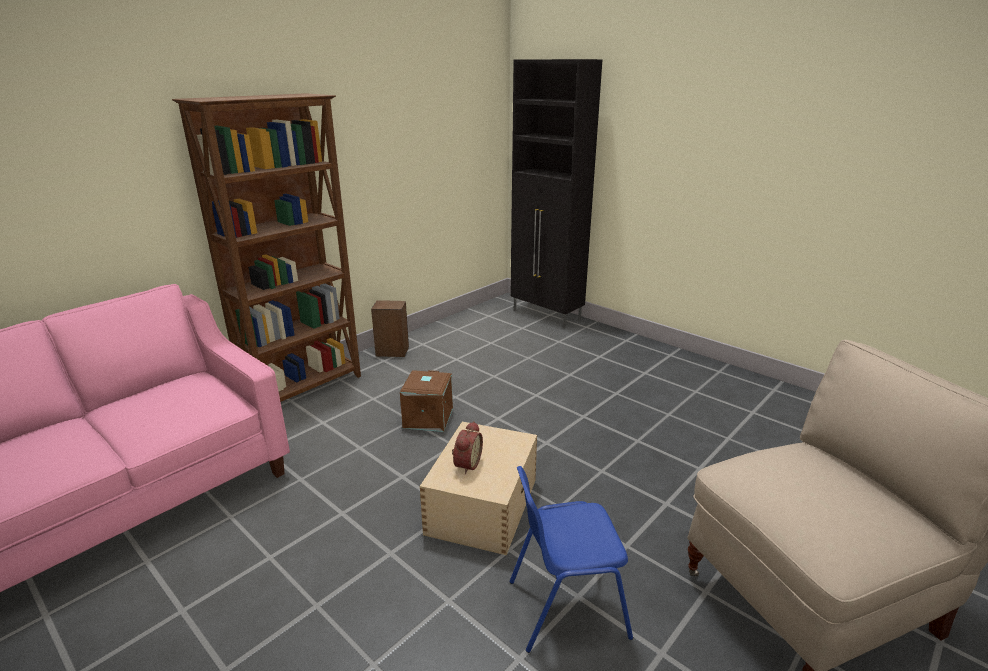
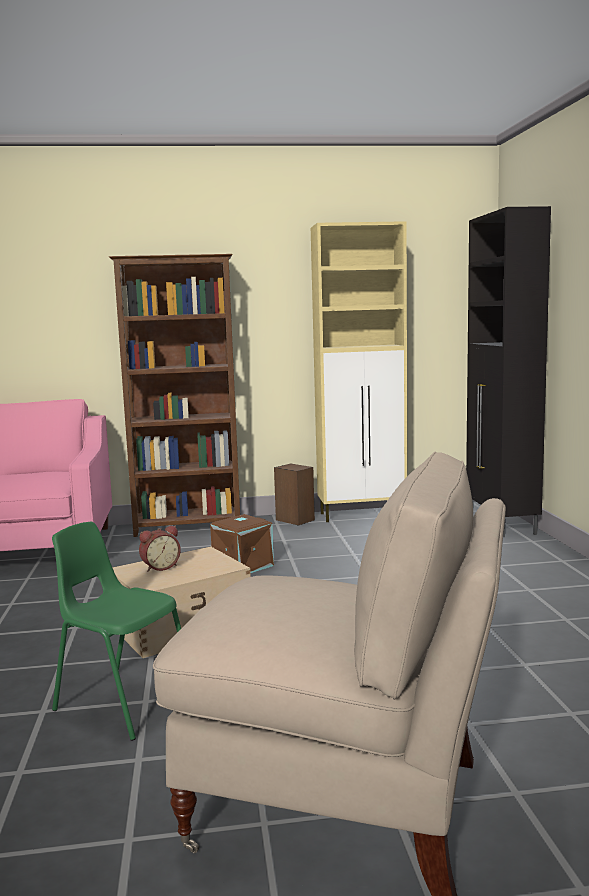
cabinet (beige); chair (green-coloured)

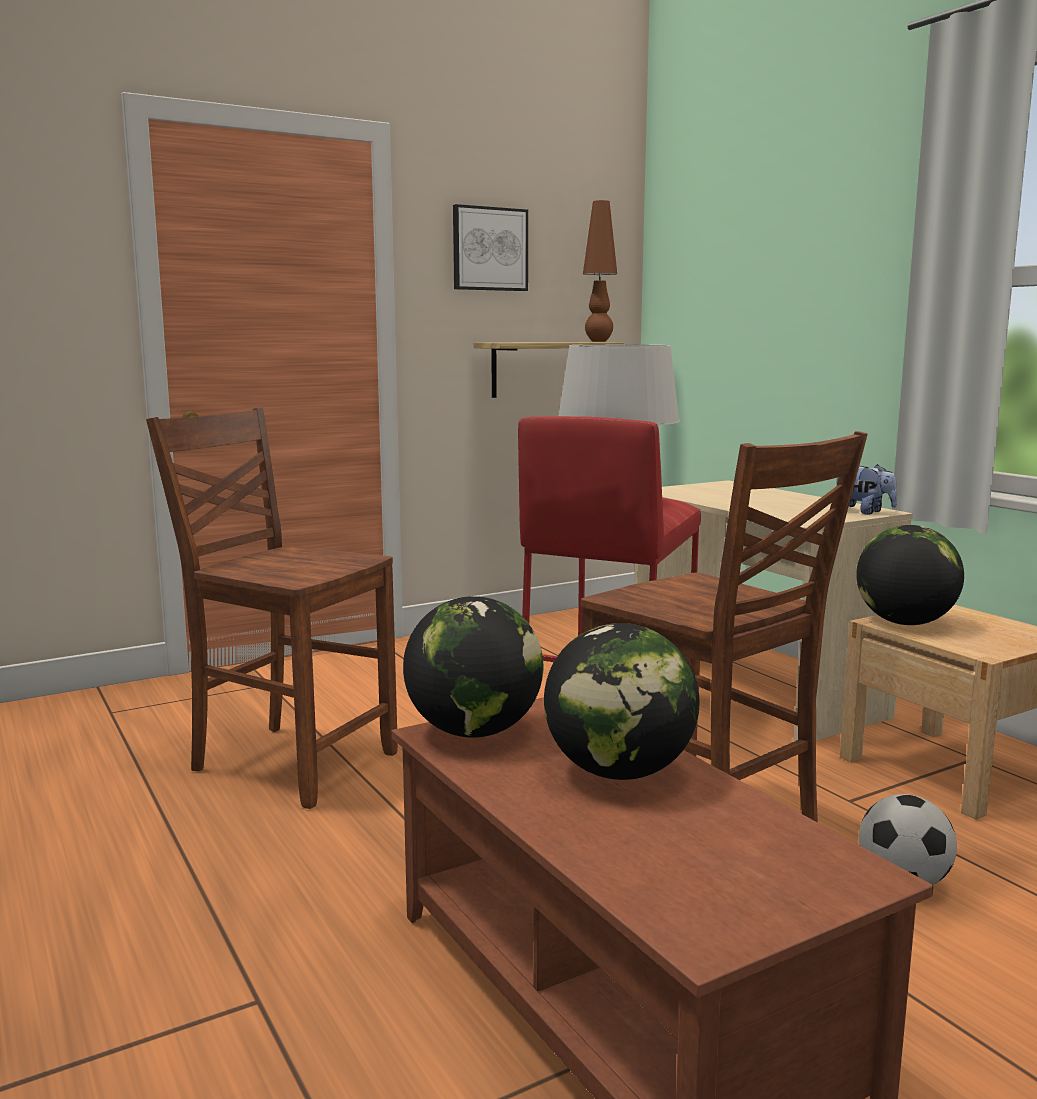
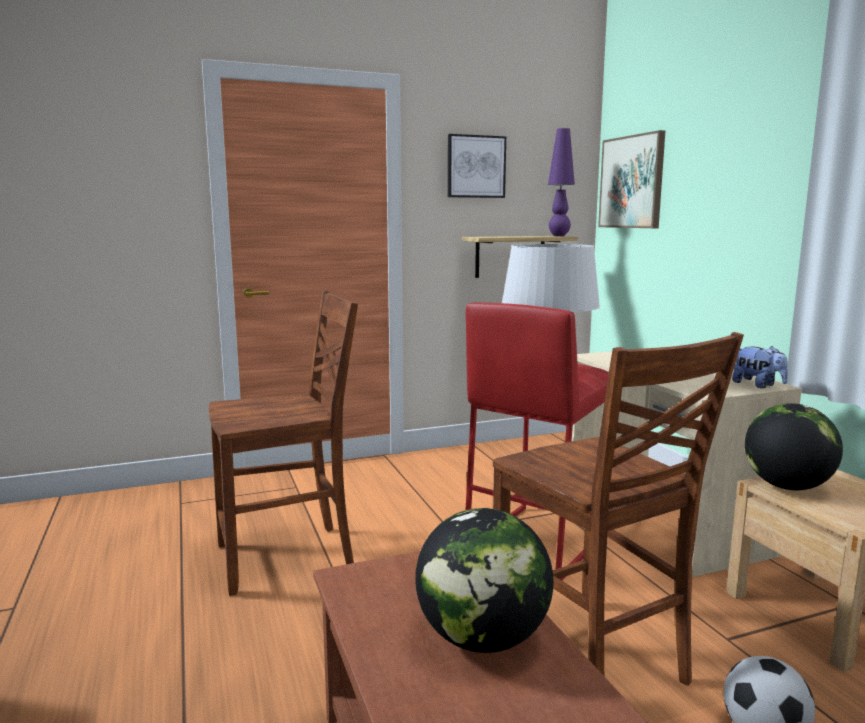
world globe (1st from left in the first image); picture (2nd from left); tabletop lamp (purple); chair (brown) (1st from left)

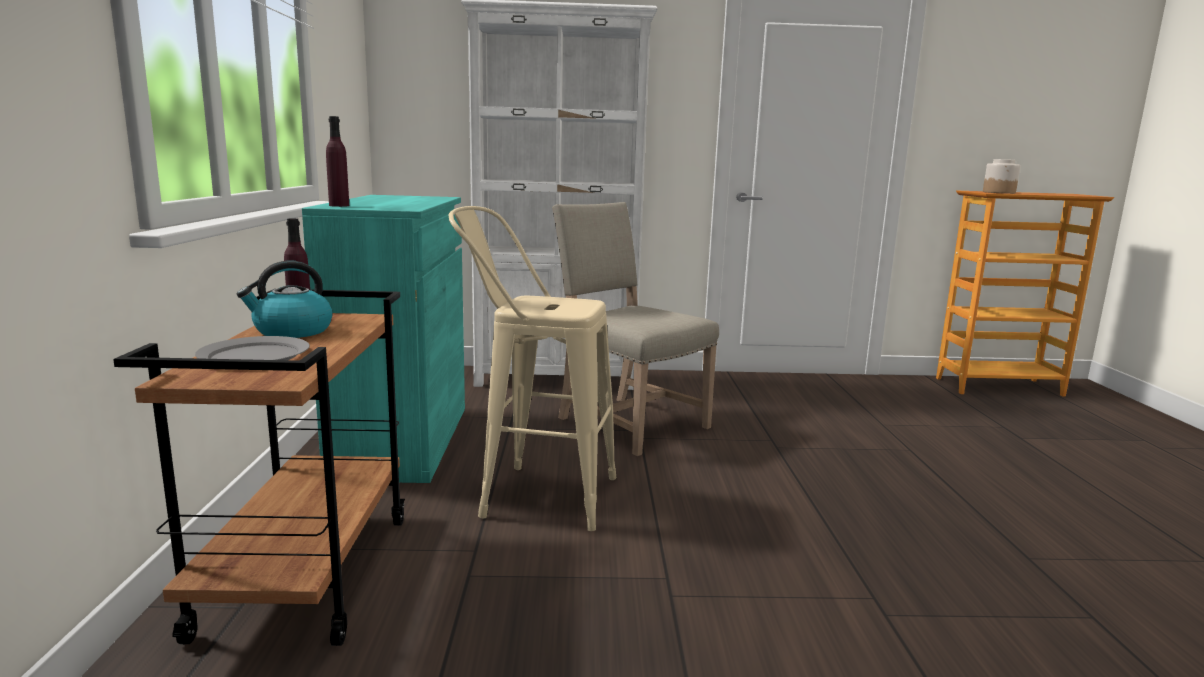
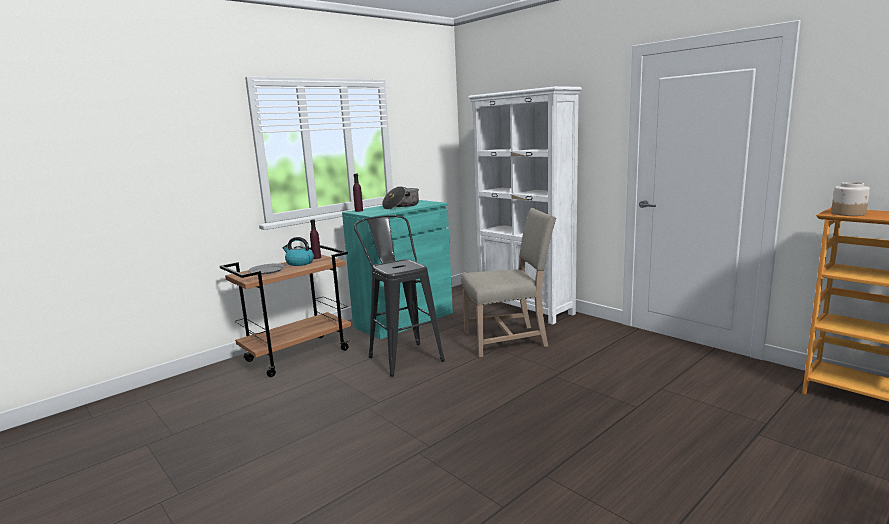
stockpot; sitting stool (blackish); chair (beige)

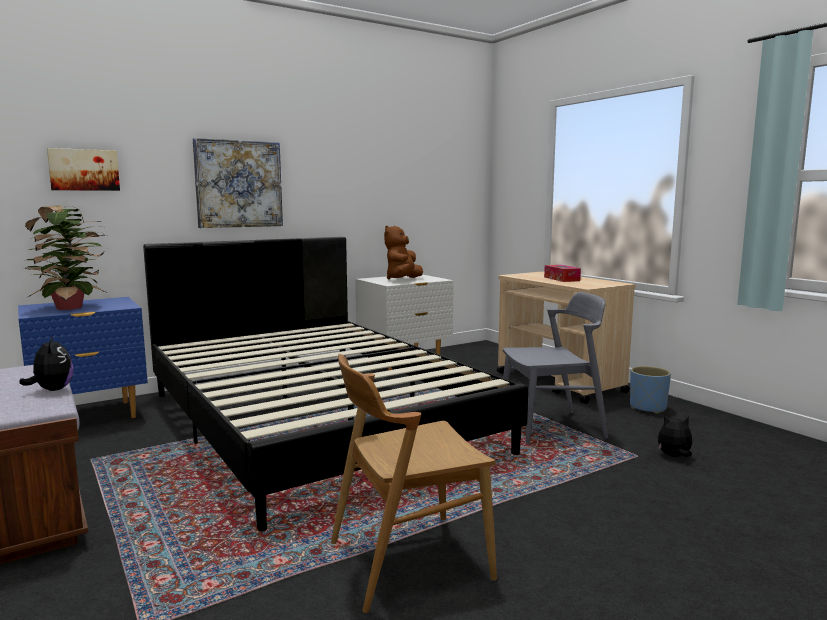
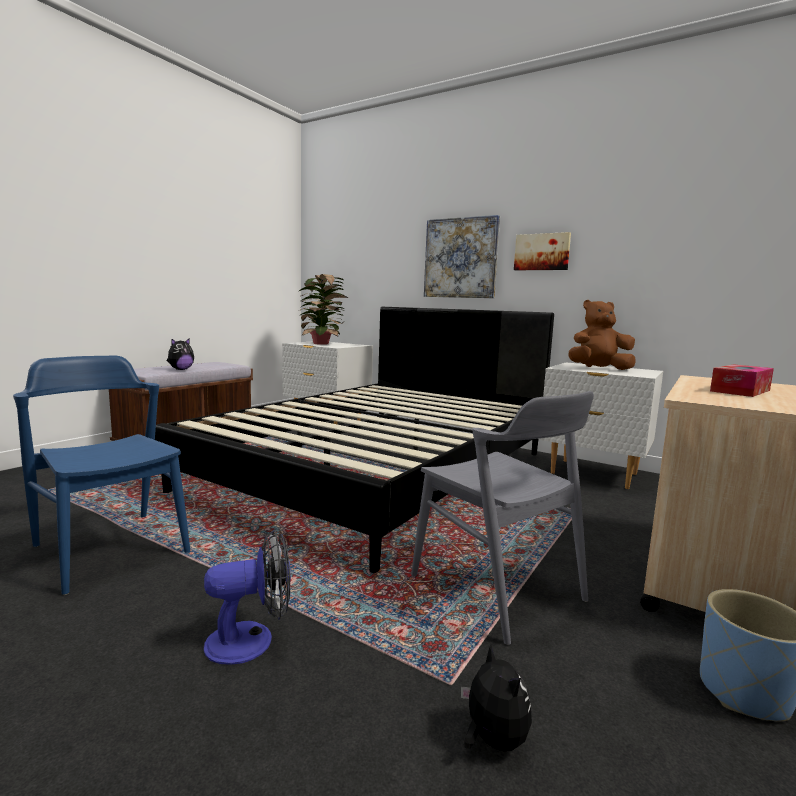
fan; picture (2nd from left); night table (whitish) (1st from left); chair (blue)

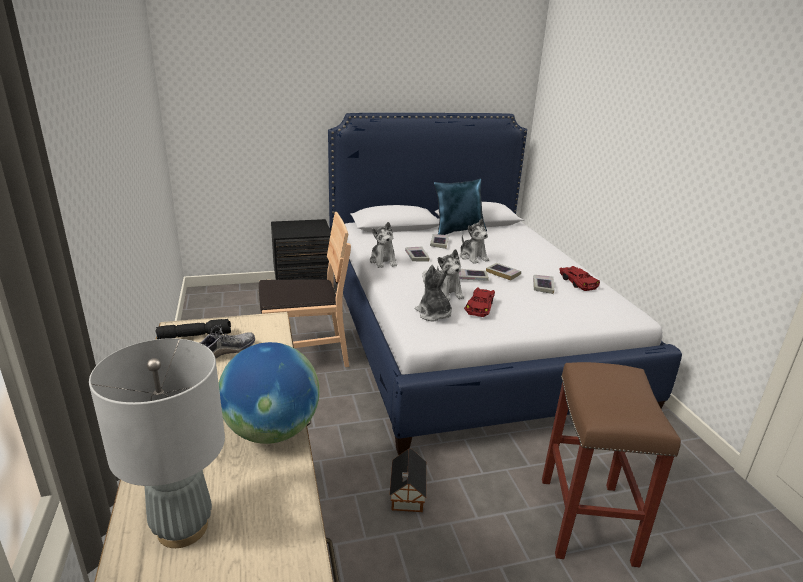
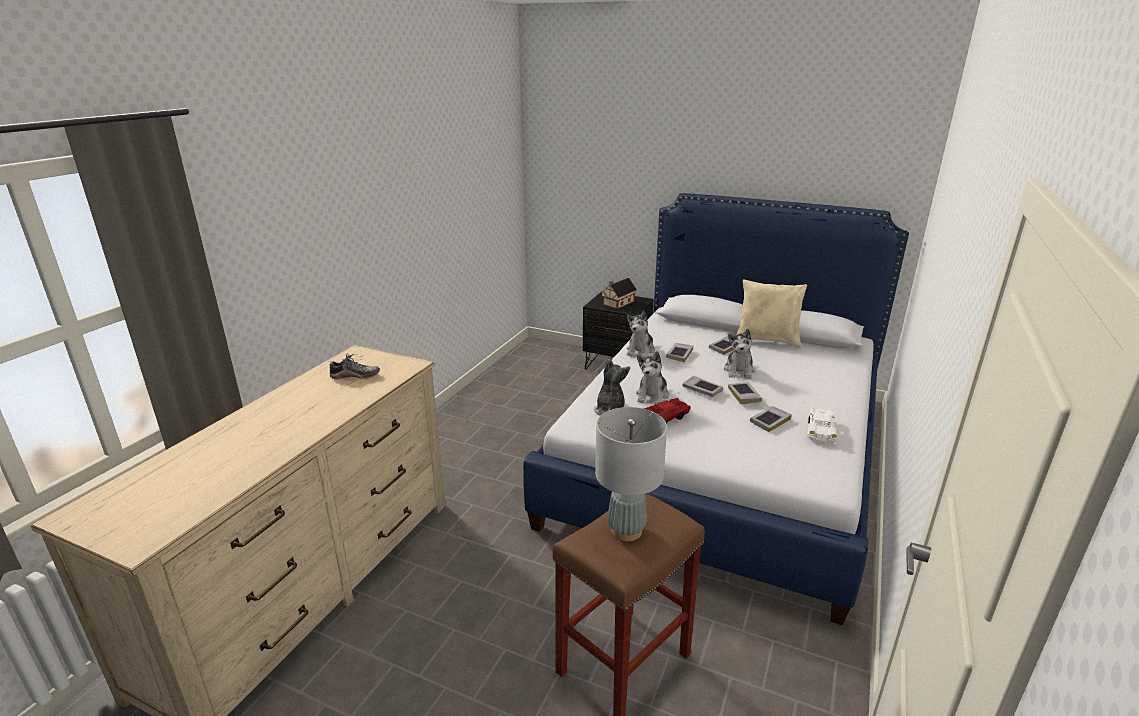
hand torch (blackish); world globe; chair (brown); tabletop lamp (grey); model house; throw pillow (beige); toy car (whitish)

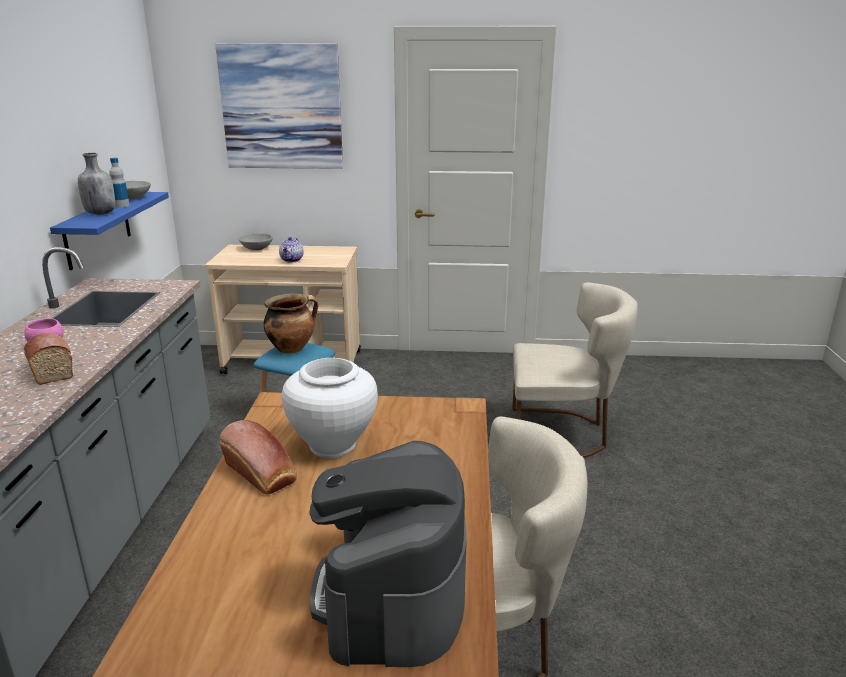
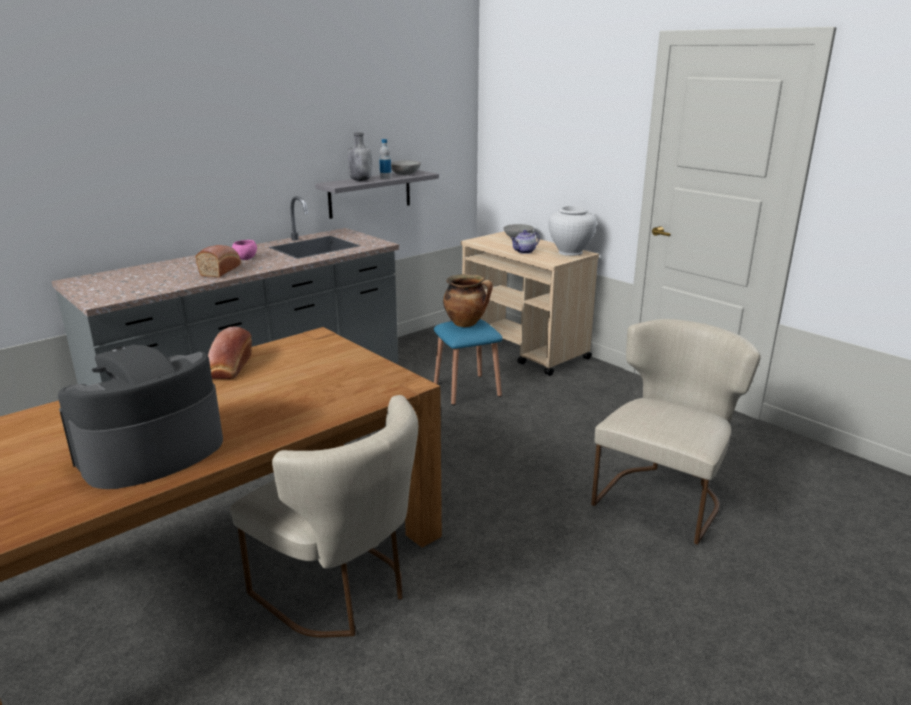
picture; flower vase (whitish); wall shelf (grey); chair (beige) (2nd from left)

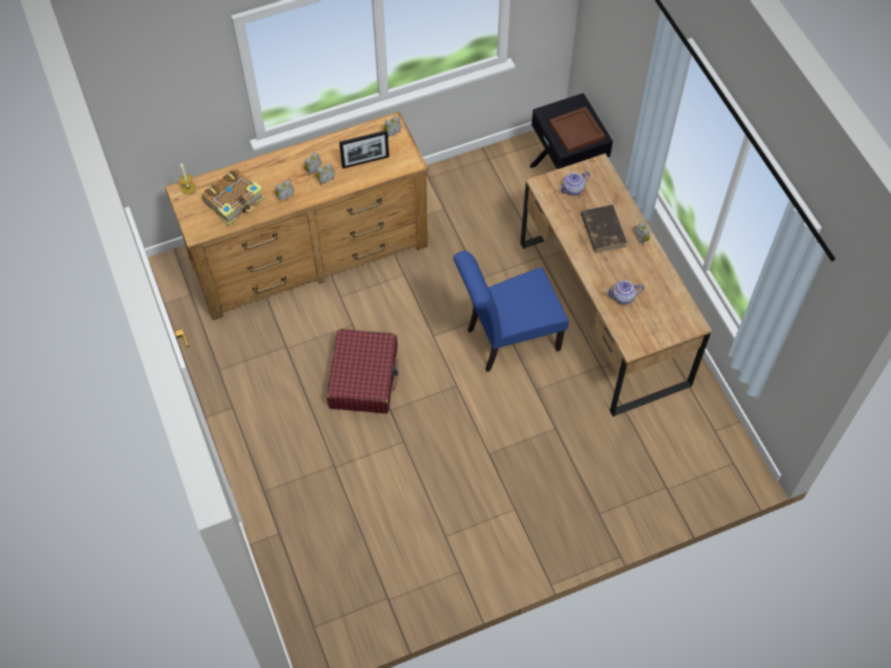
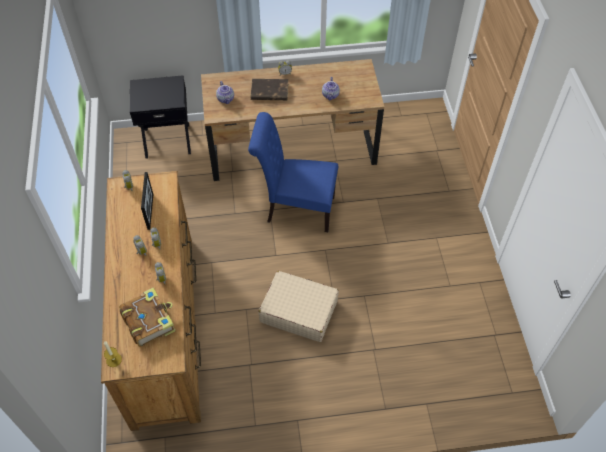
carrying tray (brown); suitcase (beige); chair (blue)

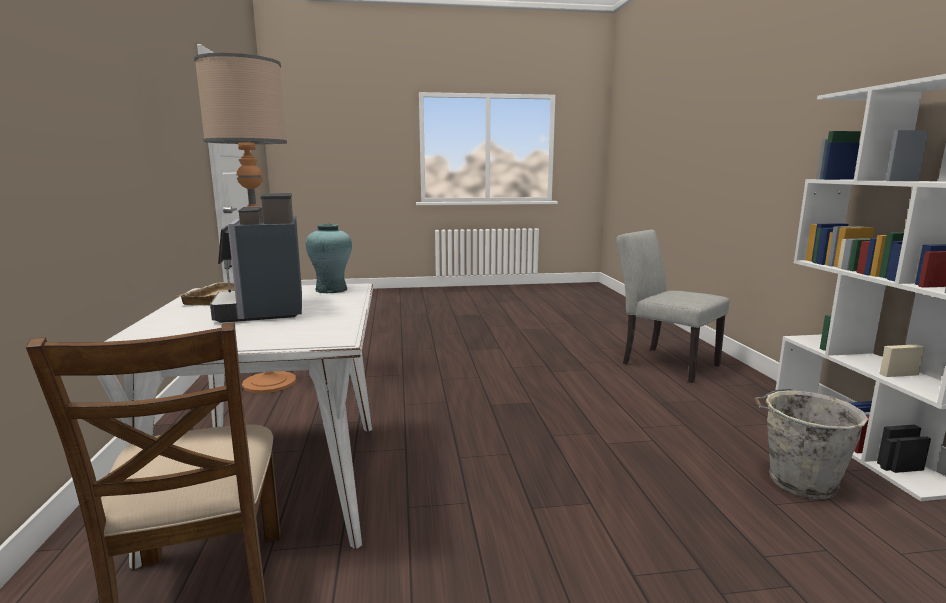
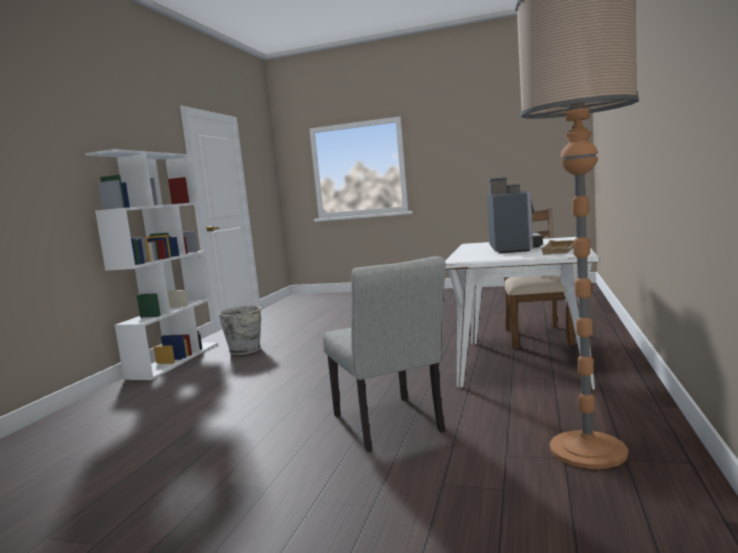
flower vase (blue-green); chair (grey)

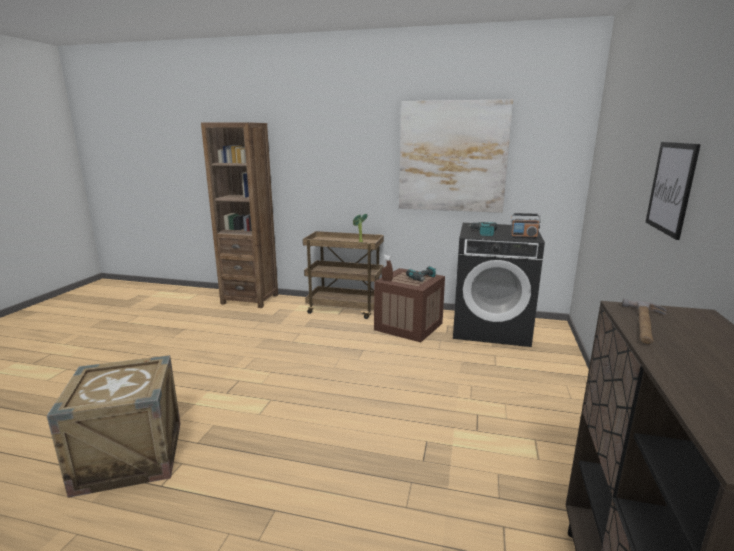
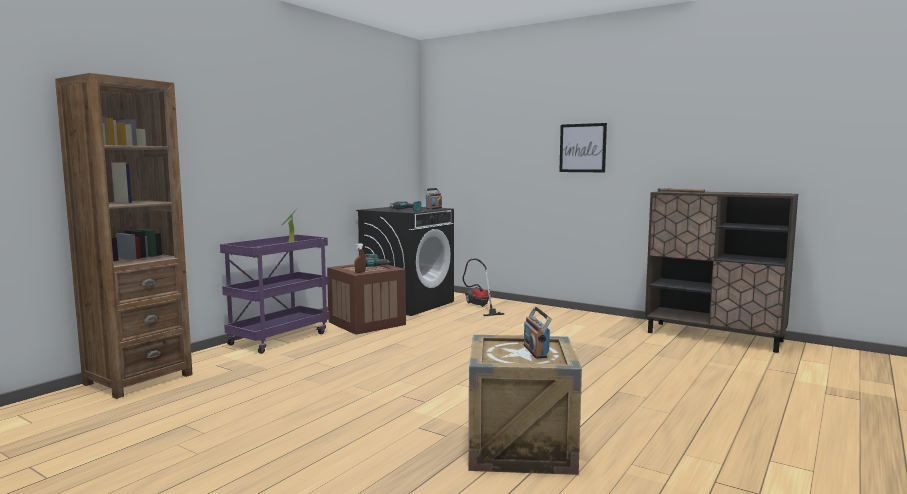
picture (1st from left in the first image); vacuum; radio (2nd from left); cart (purple)

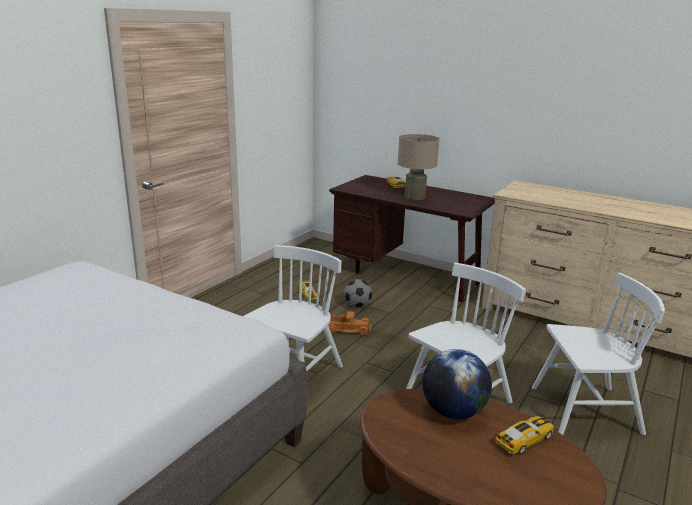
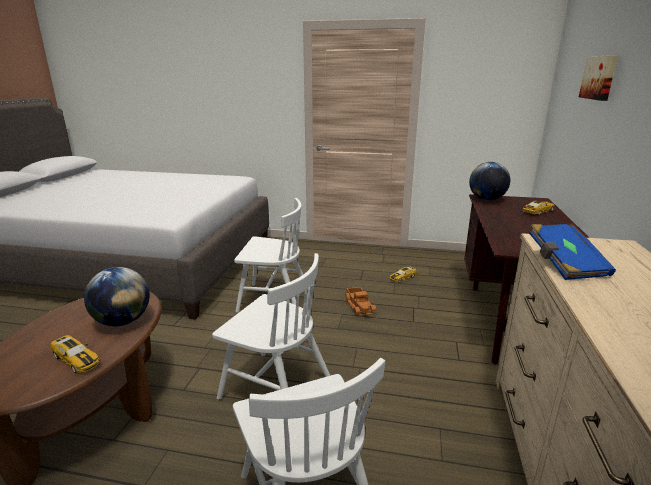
football ball; tabletop lamp (beige); world globe (2nd from left); volume (blue); picture

